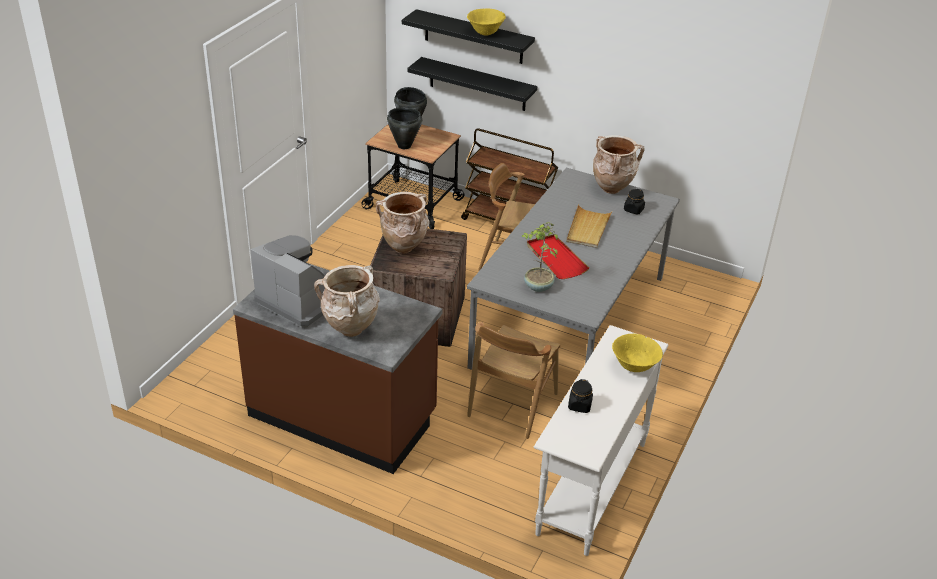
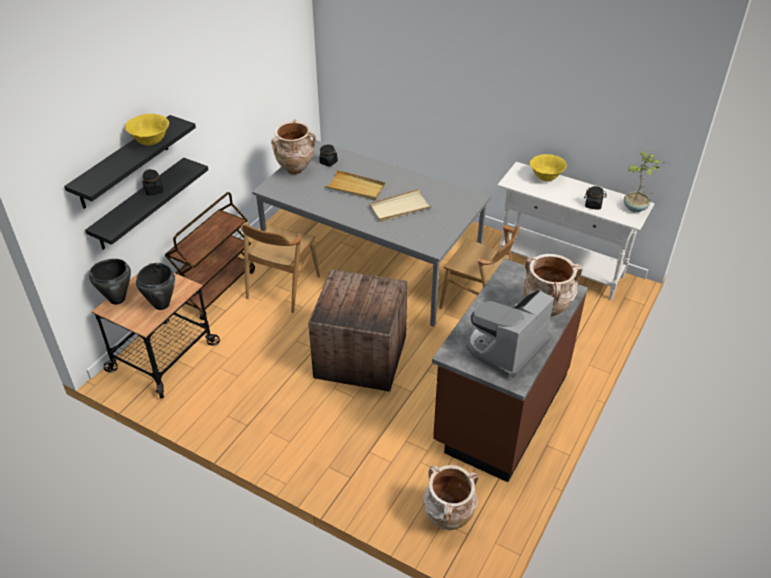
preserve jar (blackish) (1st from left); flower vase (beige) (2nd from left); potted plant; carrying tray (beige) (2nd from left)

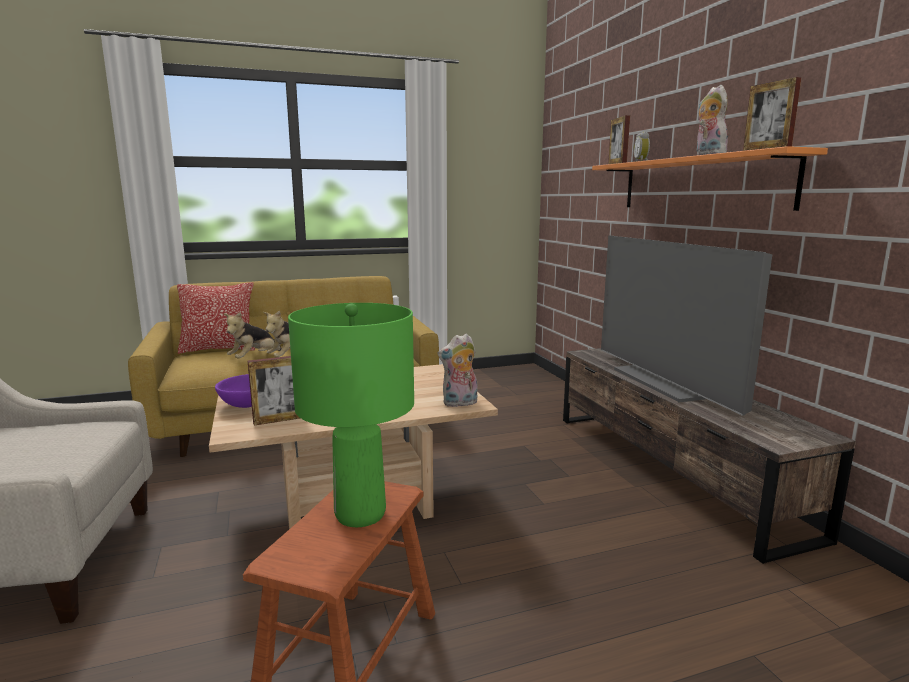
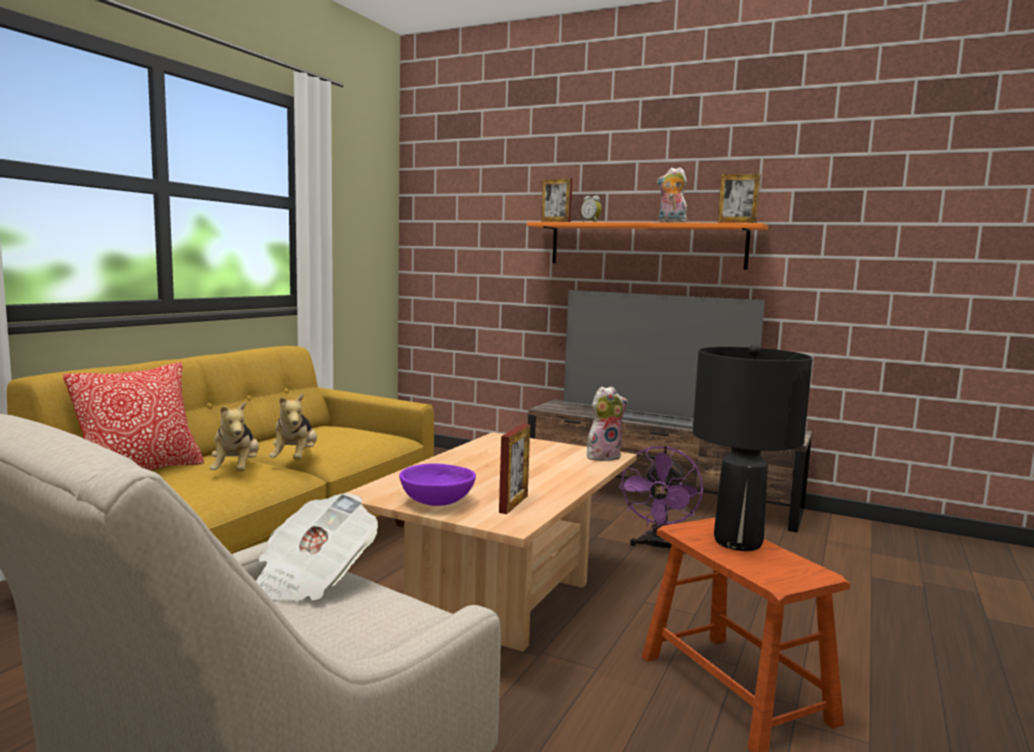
newspaper; fan (purple); tabletop lamp (blackish); cuddly toy (3rd from left)

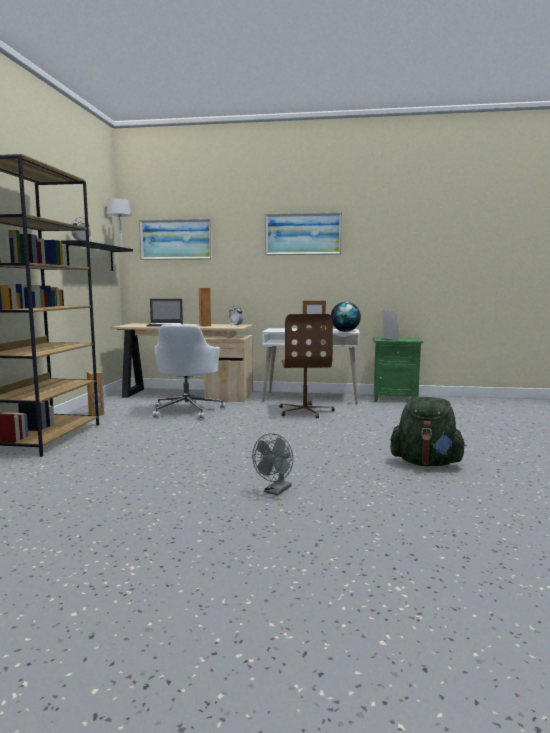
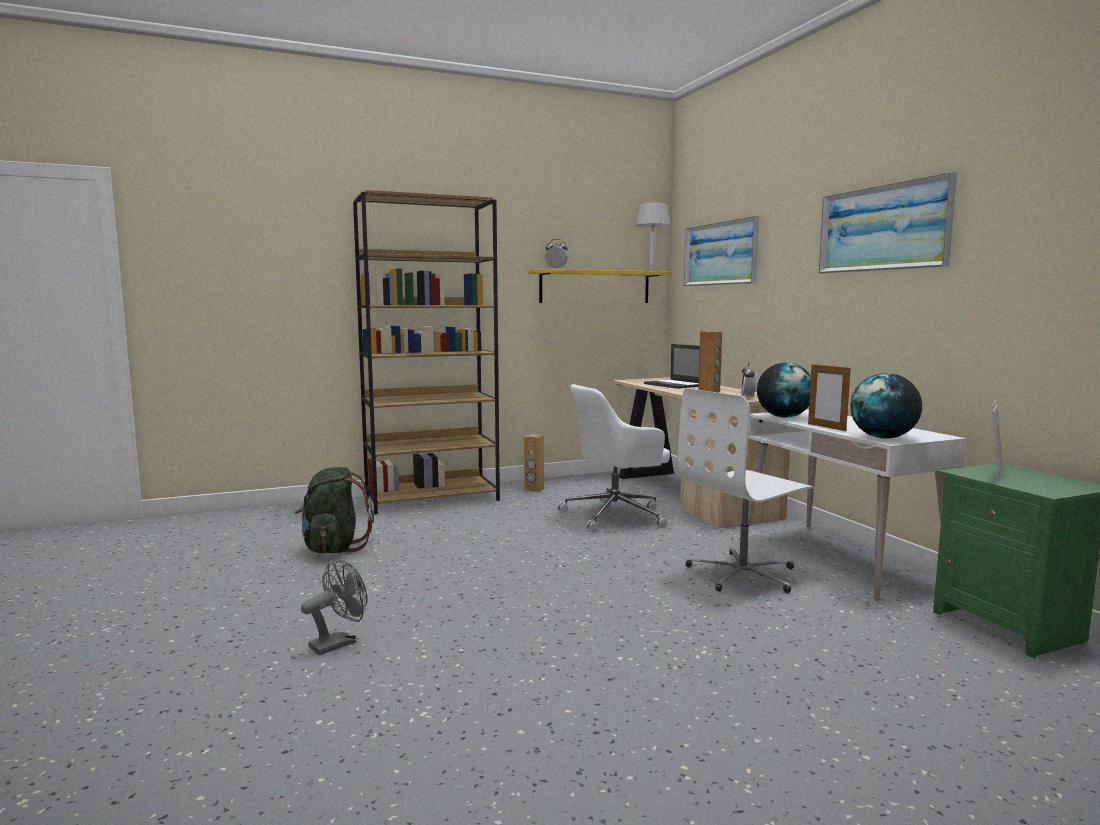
world globe (1st from left); knapsack (green-coloured); wall shelf (yellow-coloured); computer chair (whitish) (2nd from left); fan (grey)

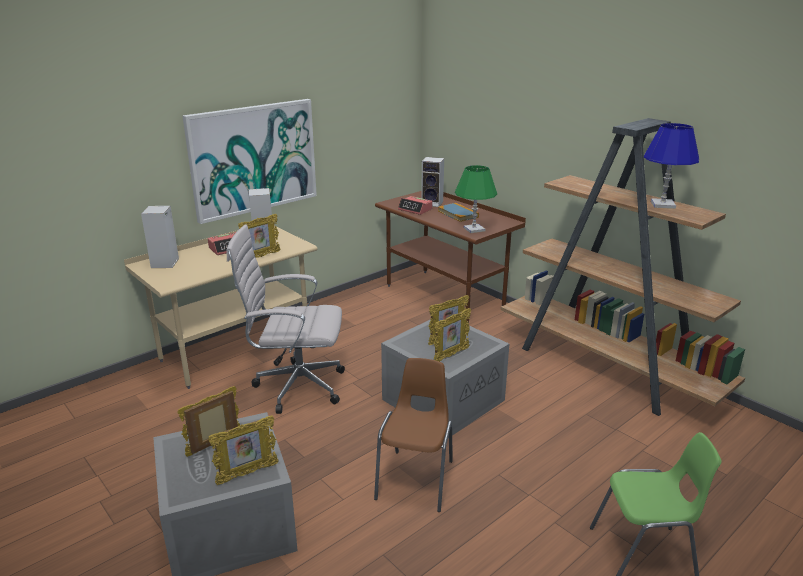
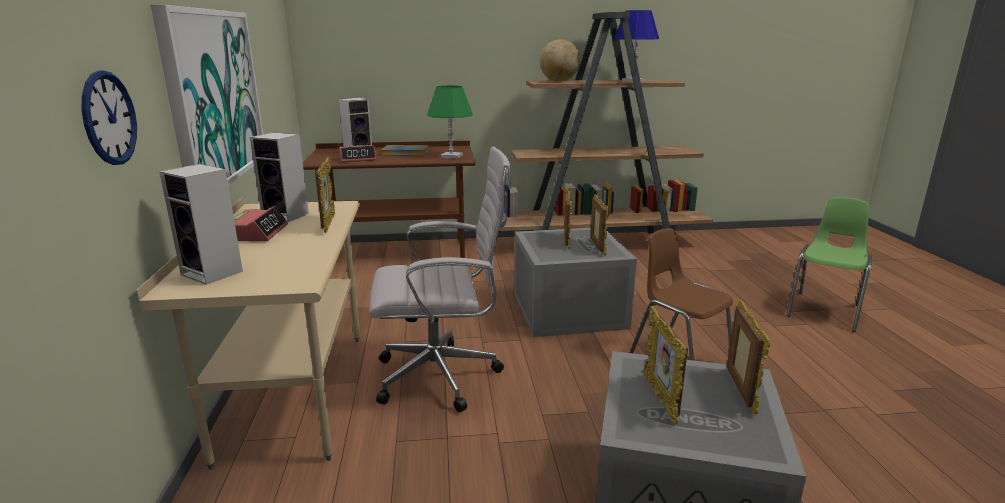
clock on the wall; world globe; computer chair (whitish)

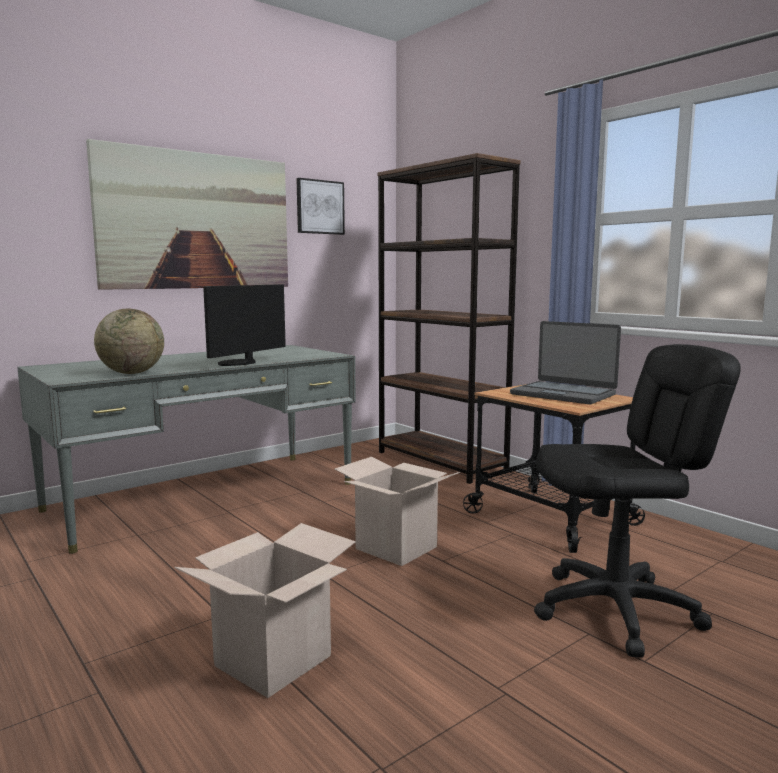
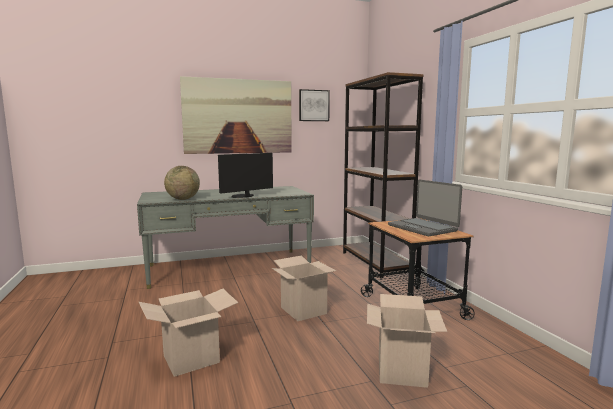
cardboard box (3rd from left)

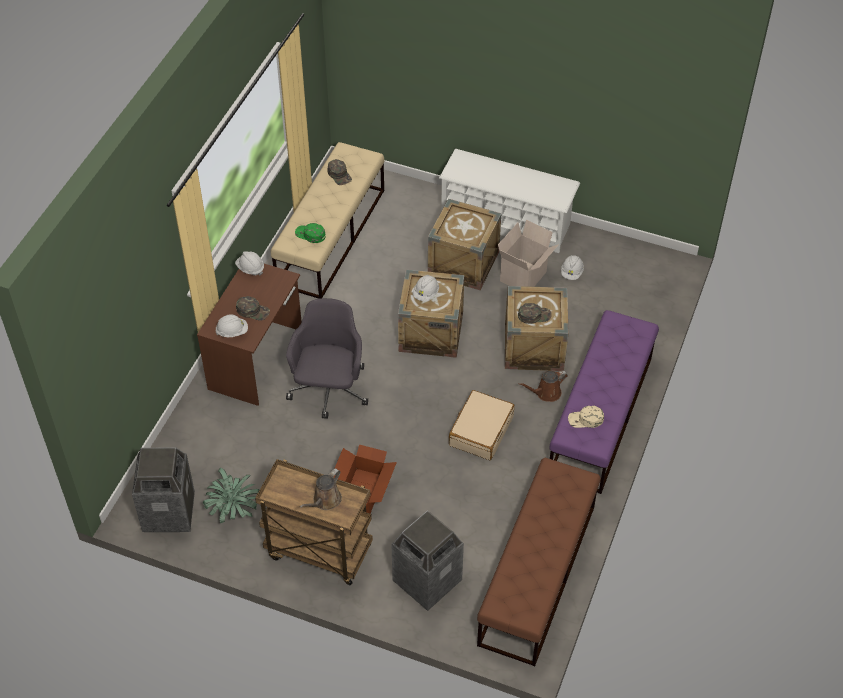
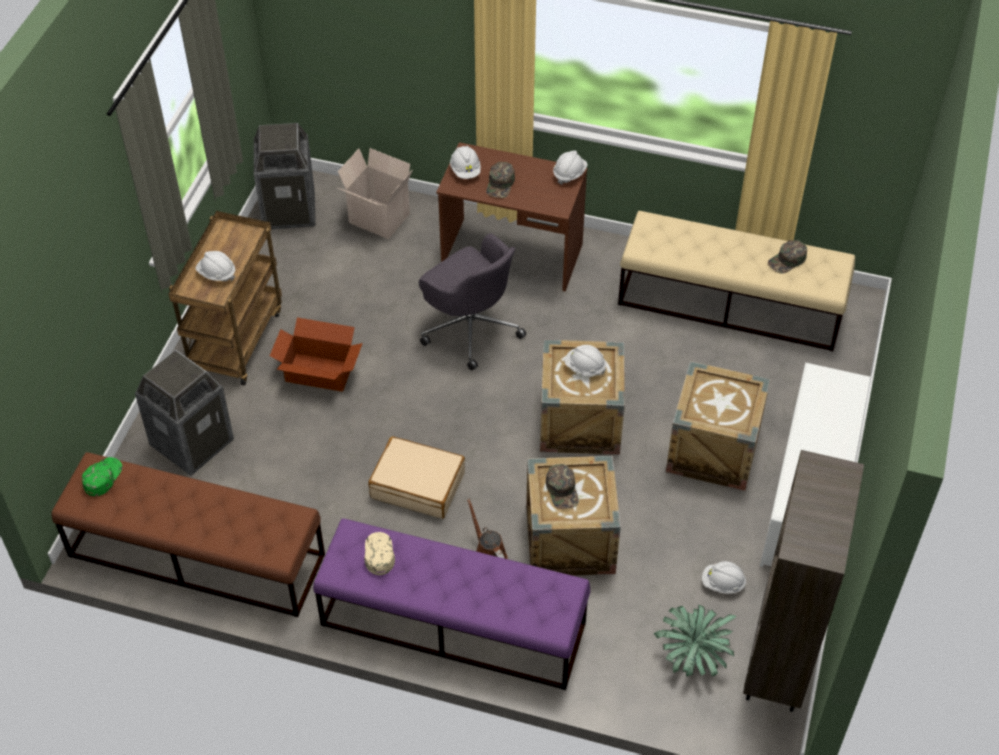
bookcase (brown); potted plant; baseball cap (green-coloured) (1st from left); cardboard box (2nd from left); hard hat (whitish) (1st from left); computer chair (grey)

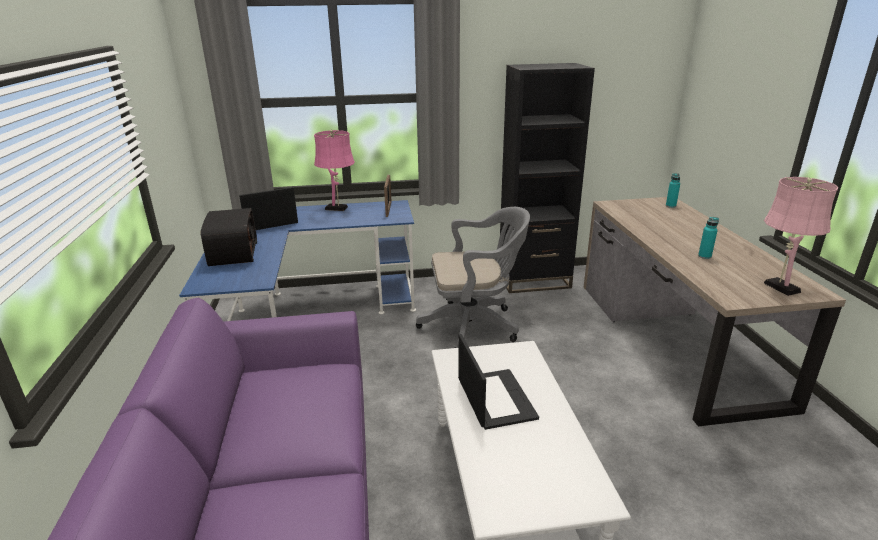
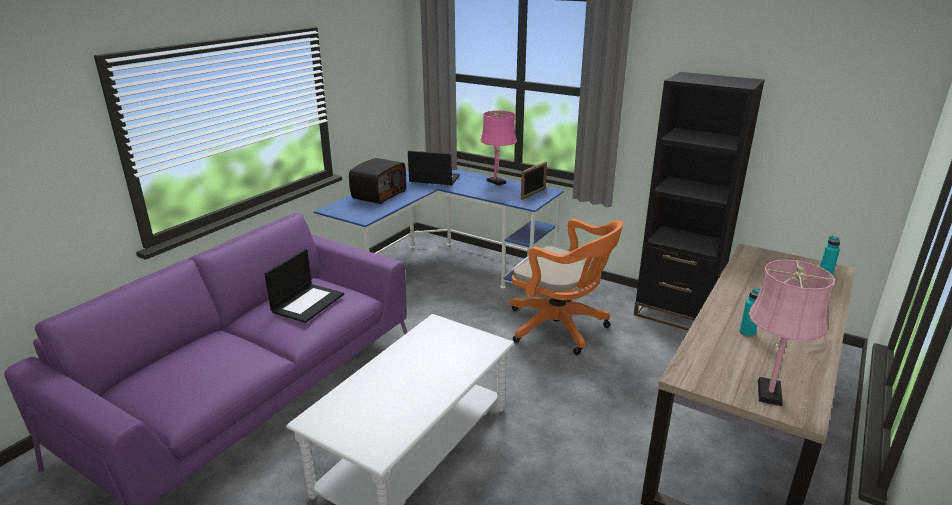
notebook computer (1st from left); computer chair (orange-coloured)

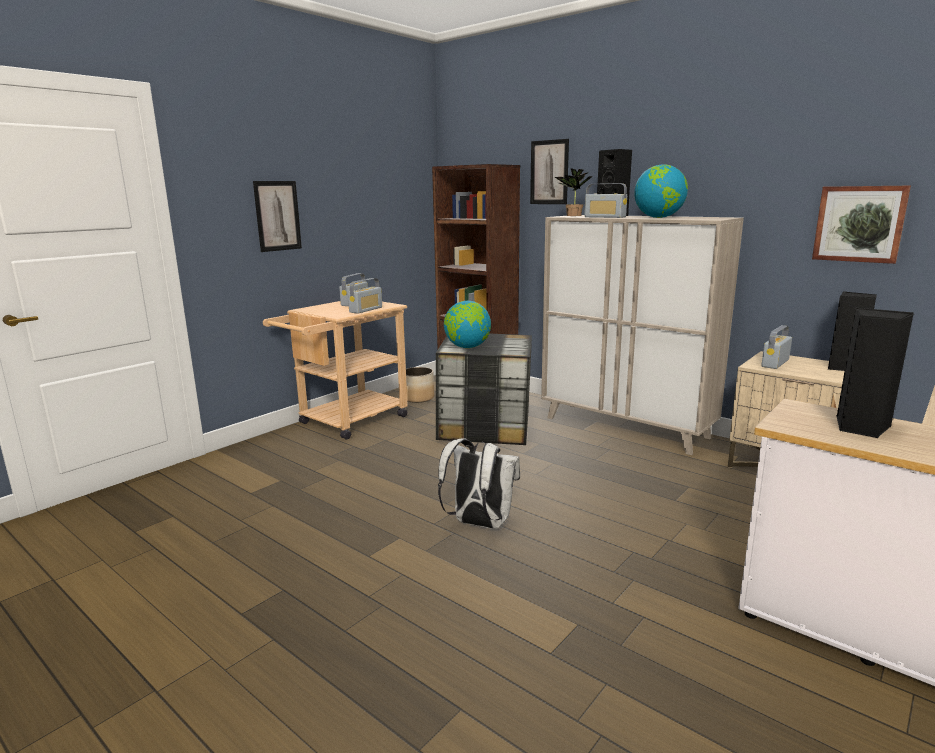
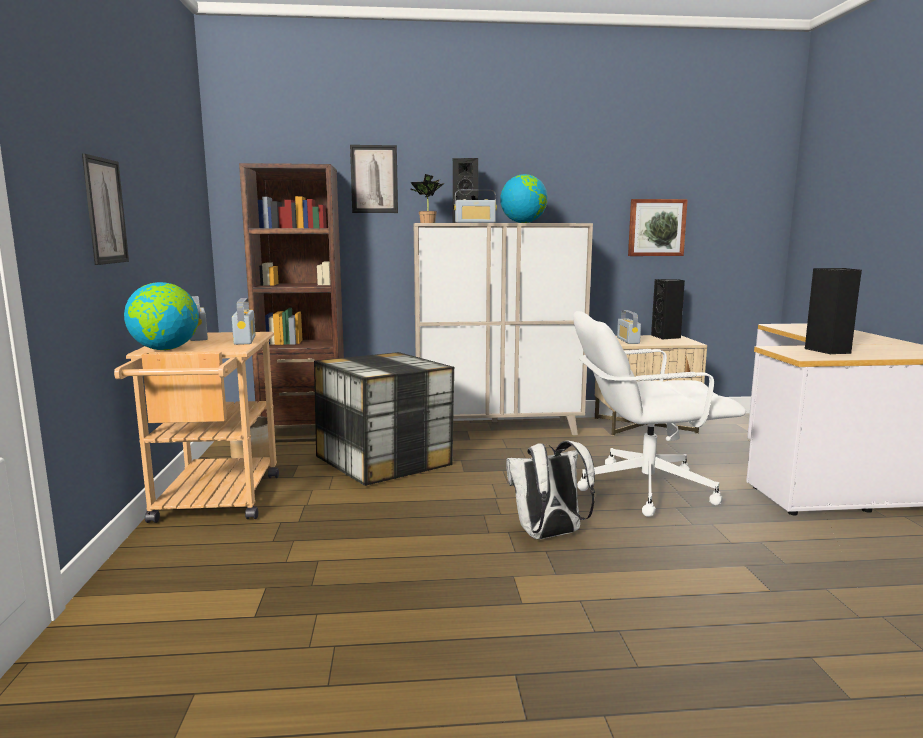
computer chair (whitish); world globe (1st from left)

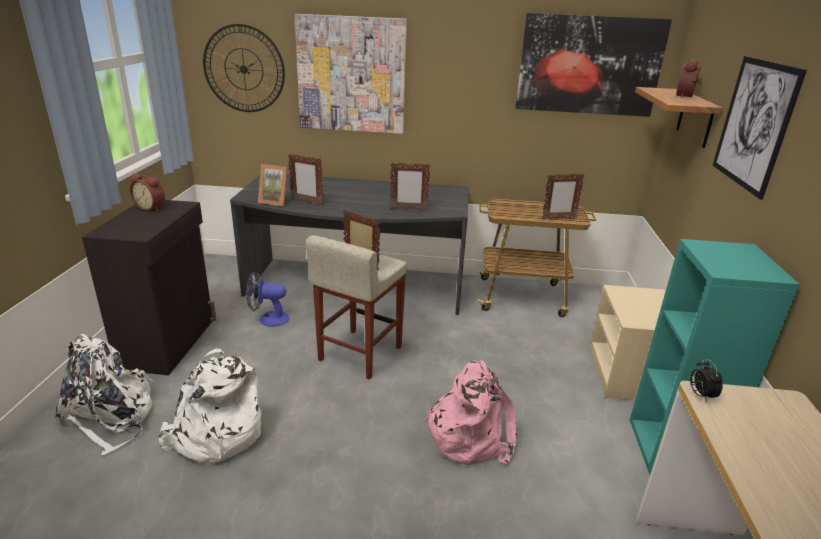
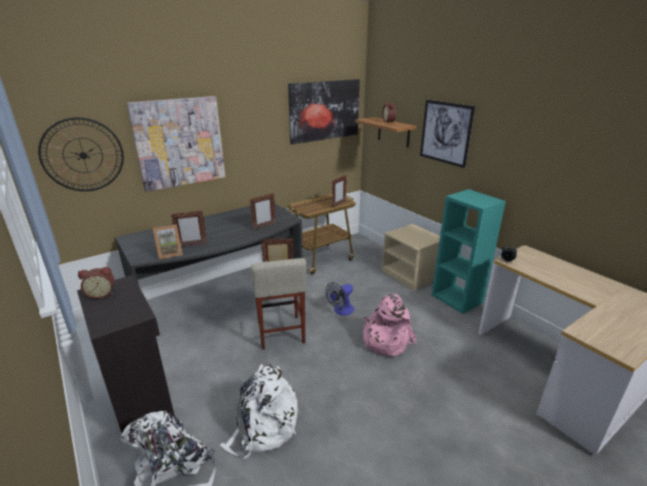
fan

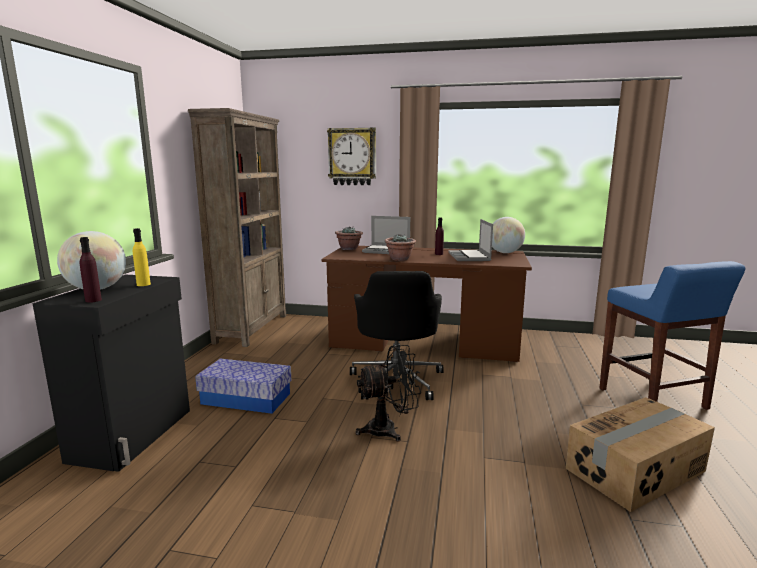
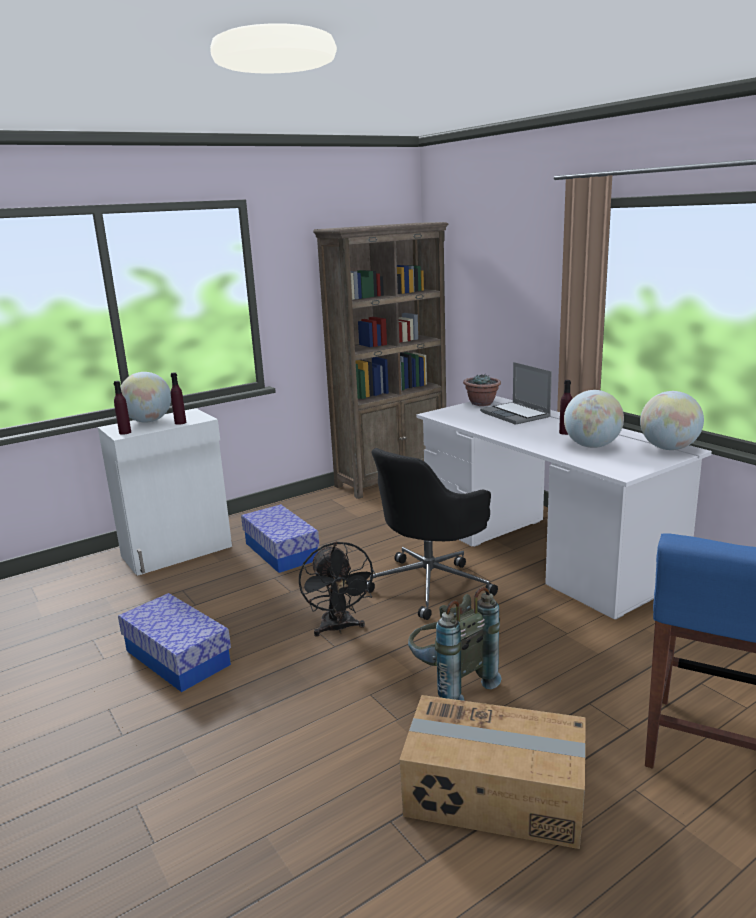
clock on the wall; potted plant (2nd from left in the first image); storage container (1st from left); knapsack (grey); world globe (2nd from left); cabinet (whitish); beverage bottle (purple) (2nd from left); desk table (whitish); fan (blackish)

